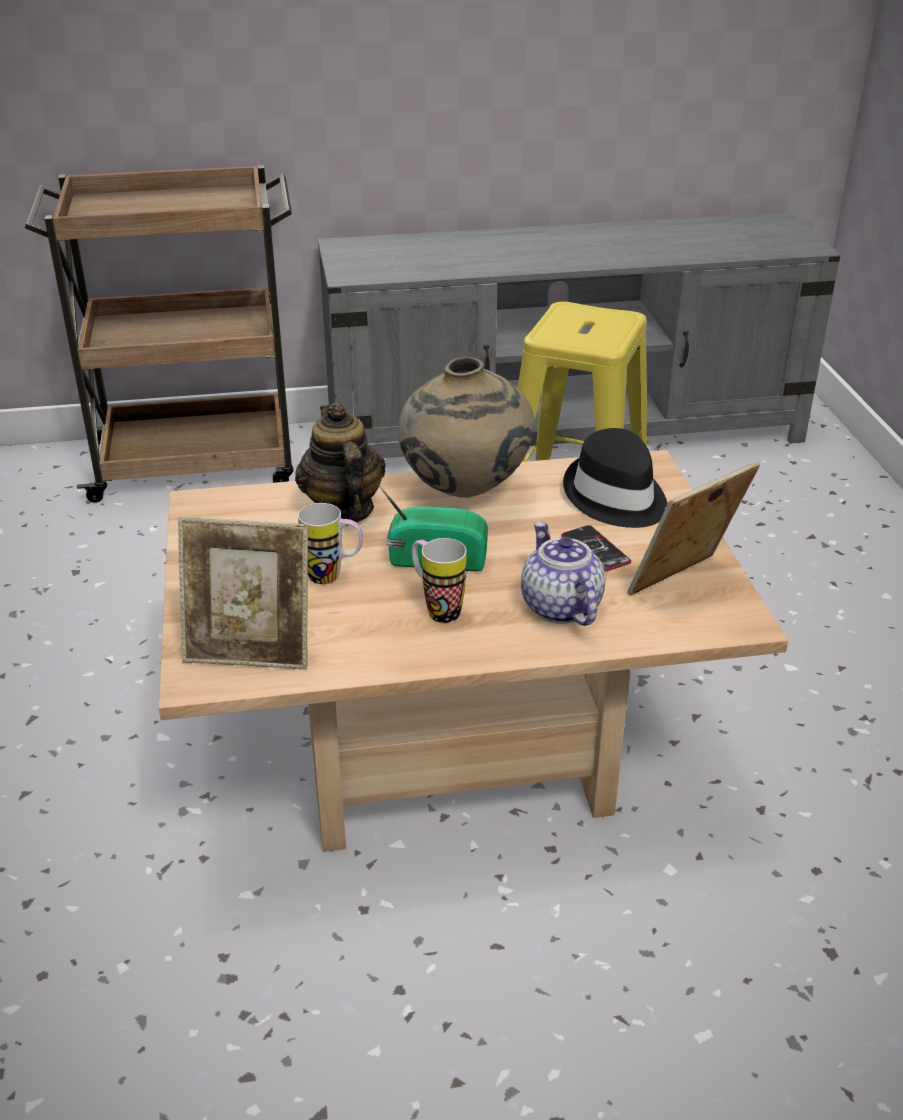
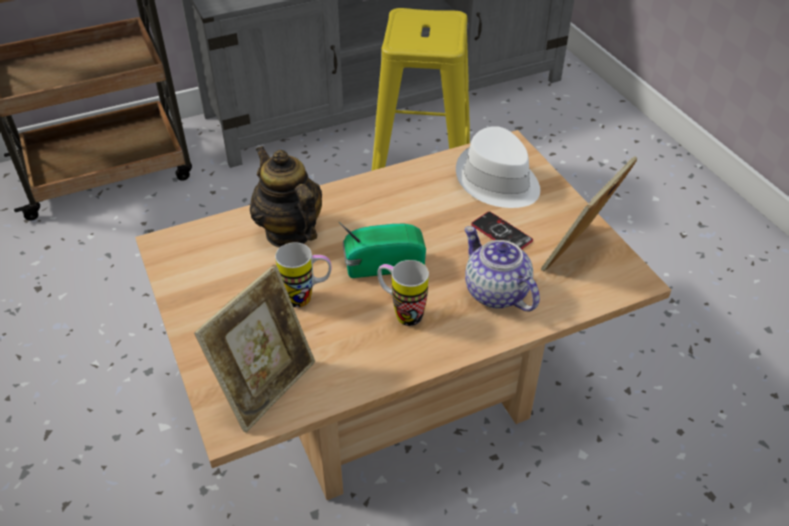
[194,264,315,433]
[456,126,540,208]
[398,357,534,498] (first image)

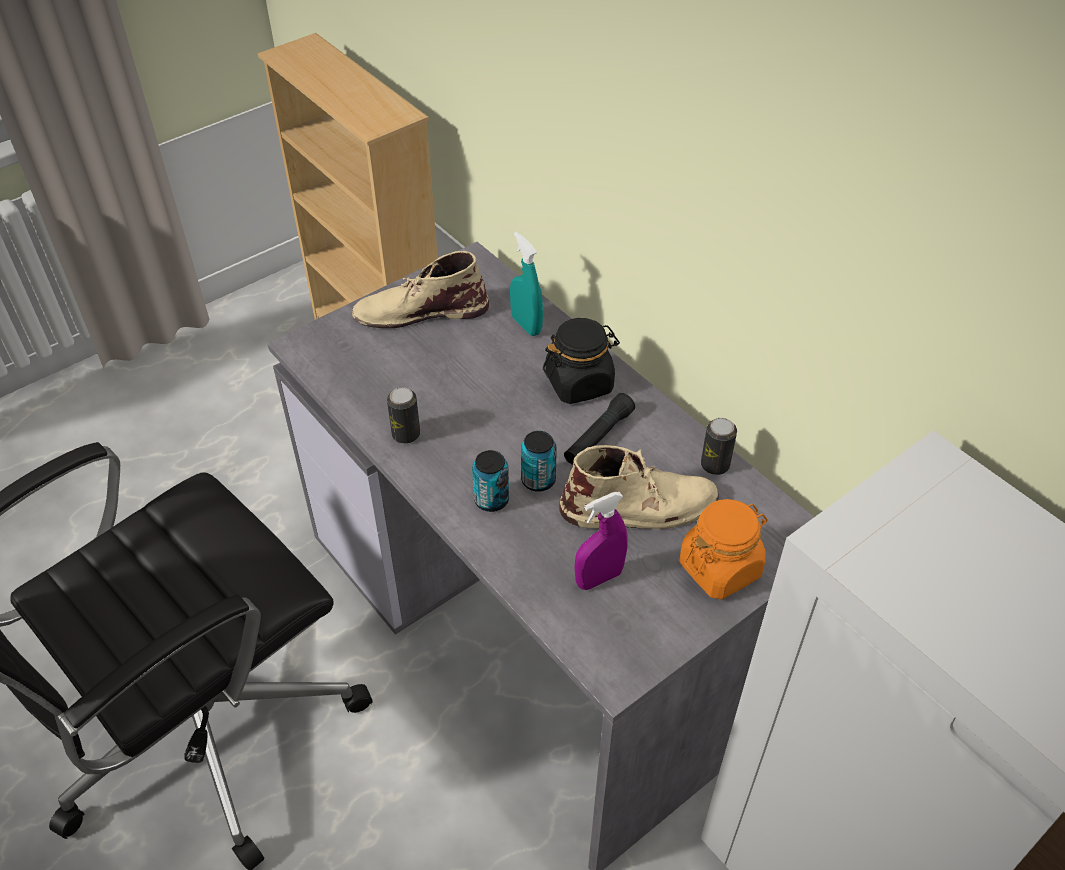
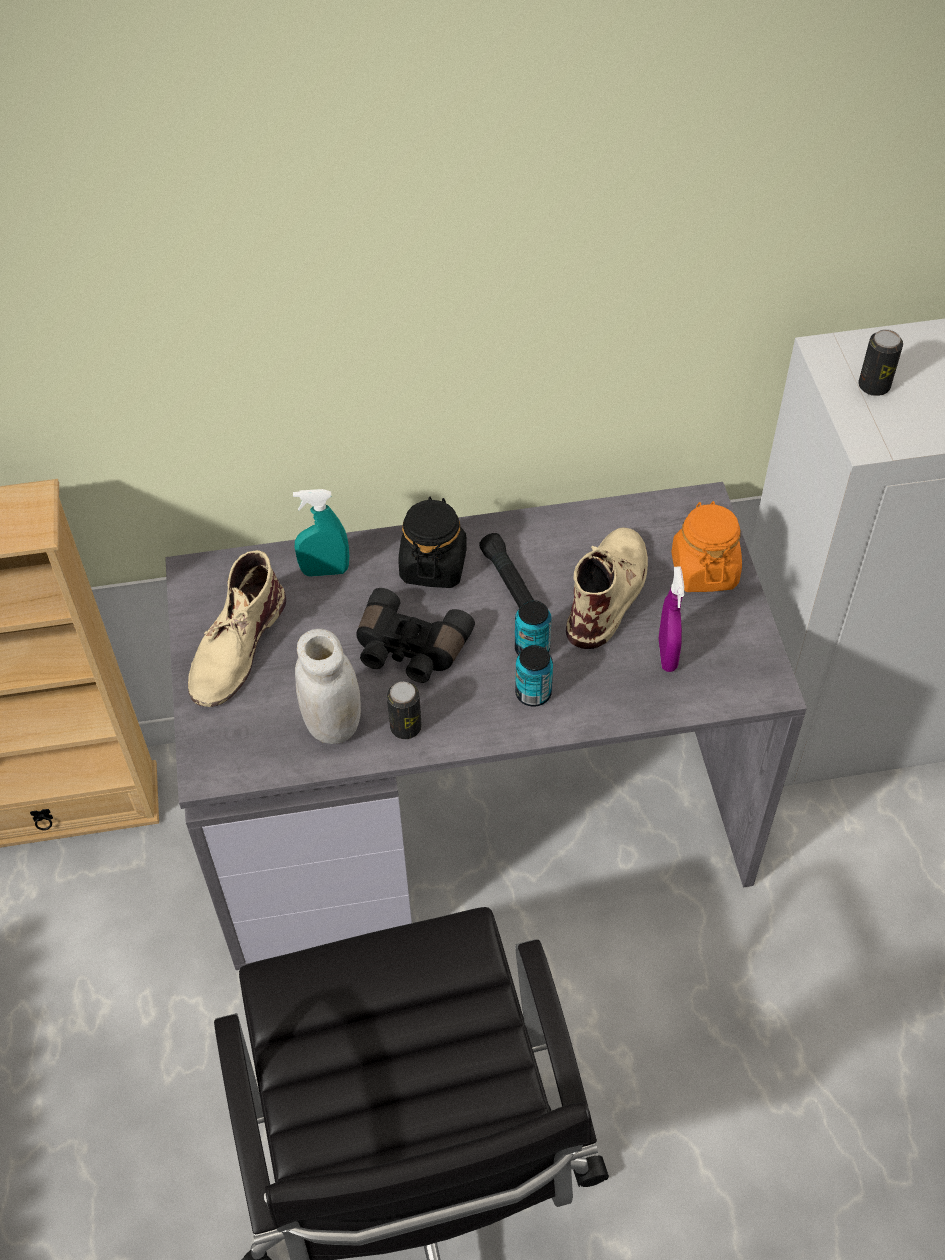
[295,629,361,744]
[356,588,475,683]
[858,329,903,396]

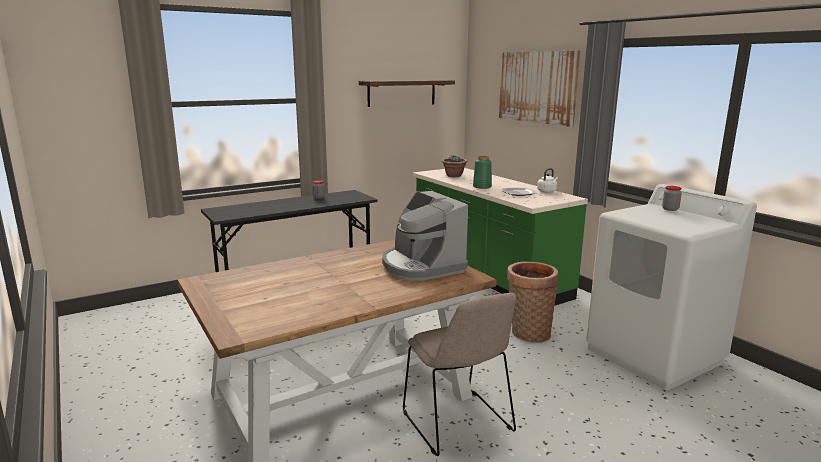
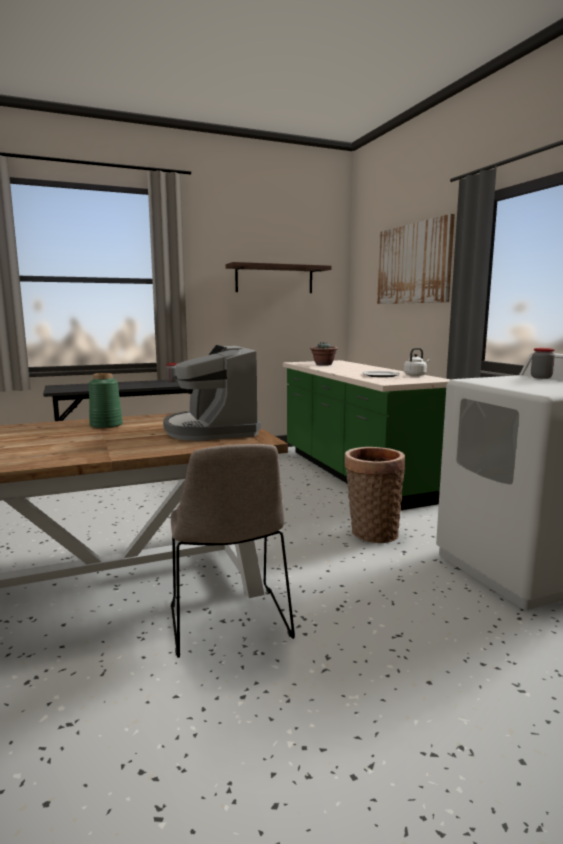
[89,373,123,429]

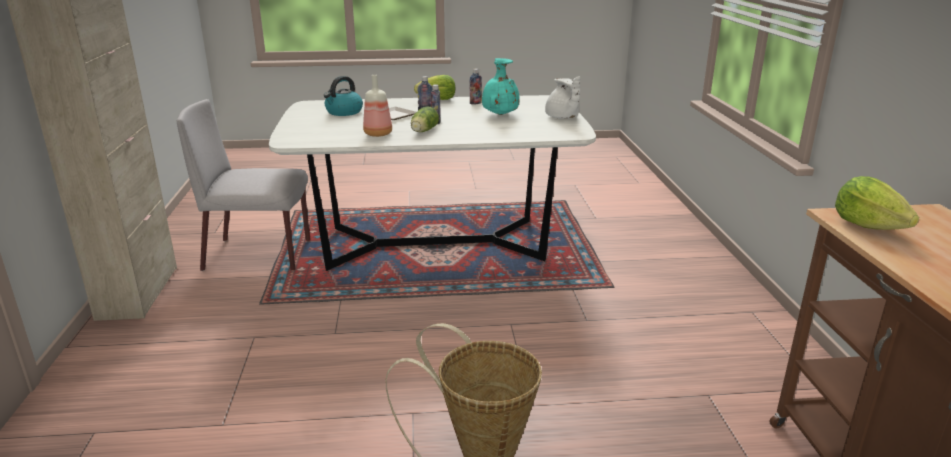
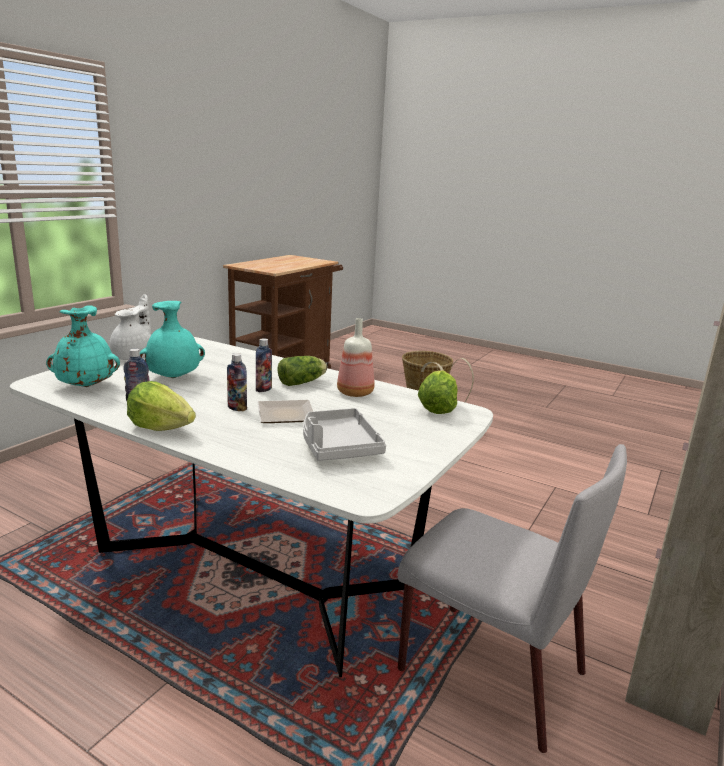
[46,306,120,387]
[303,408,386,461]
[418,370,457,414]

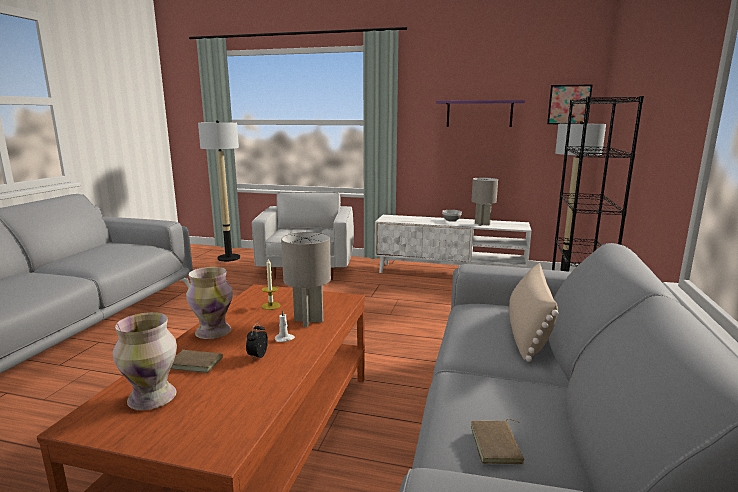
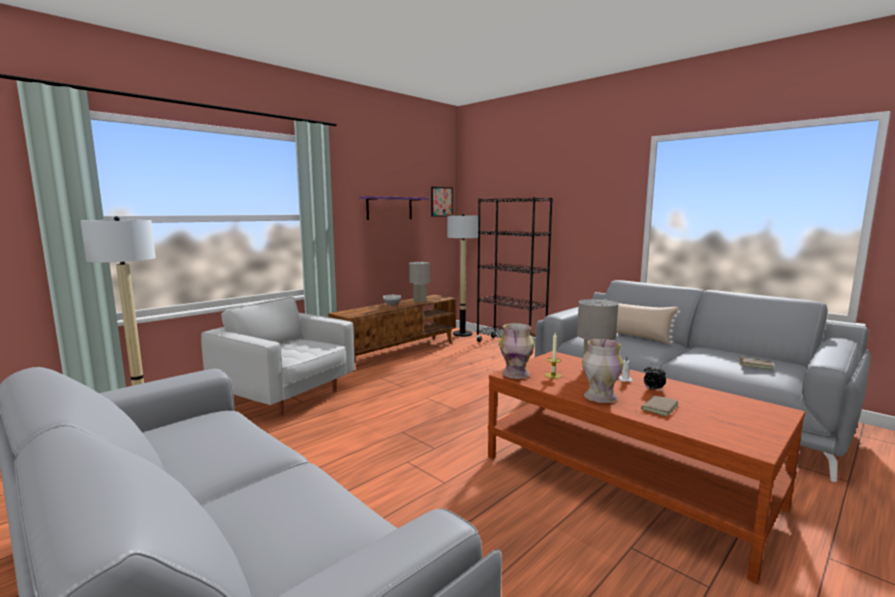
[328,295,456,372]
[499,323,534,379]

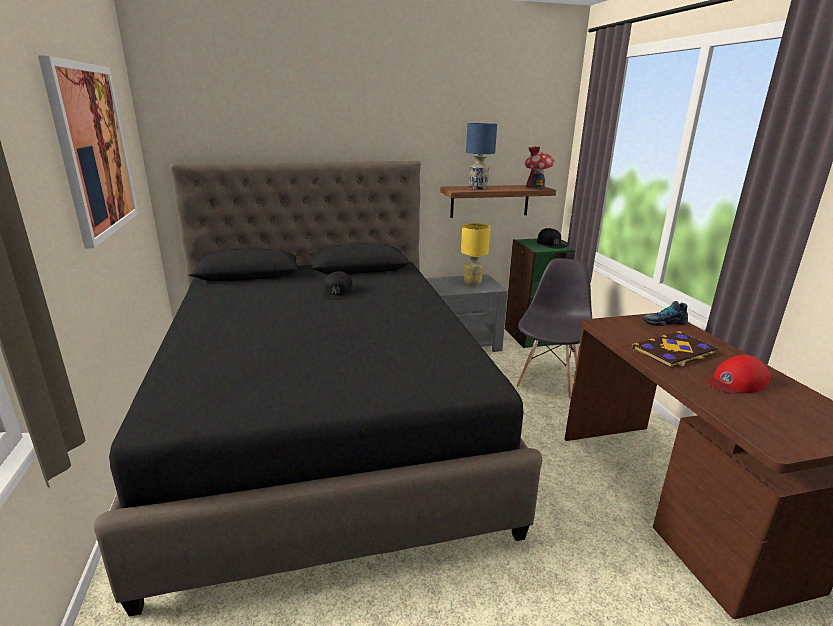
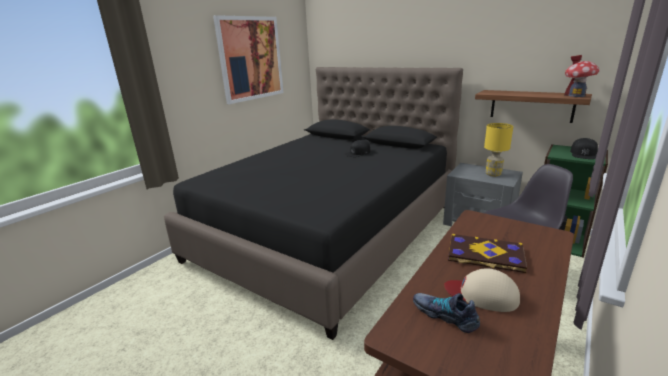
[413,293,480,333]
[444,268,520,312]
[466,123,497,190] (first image)

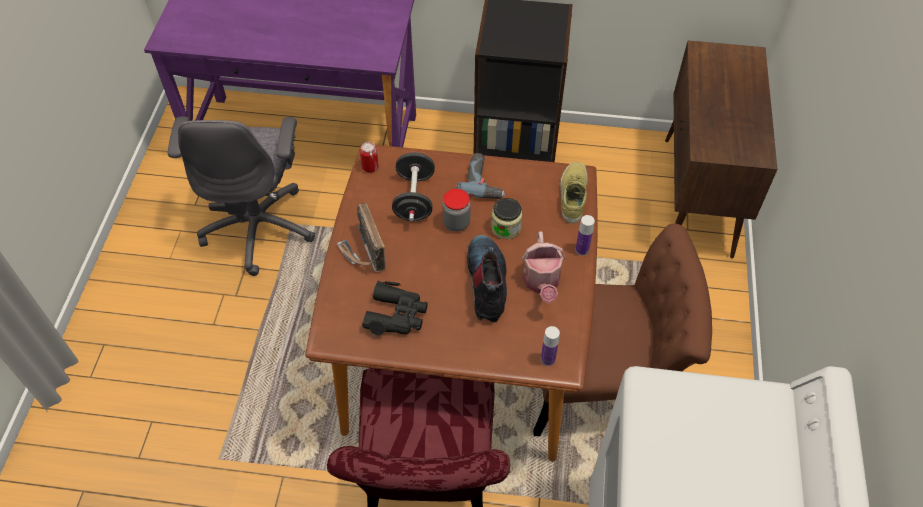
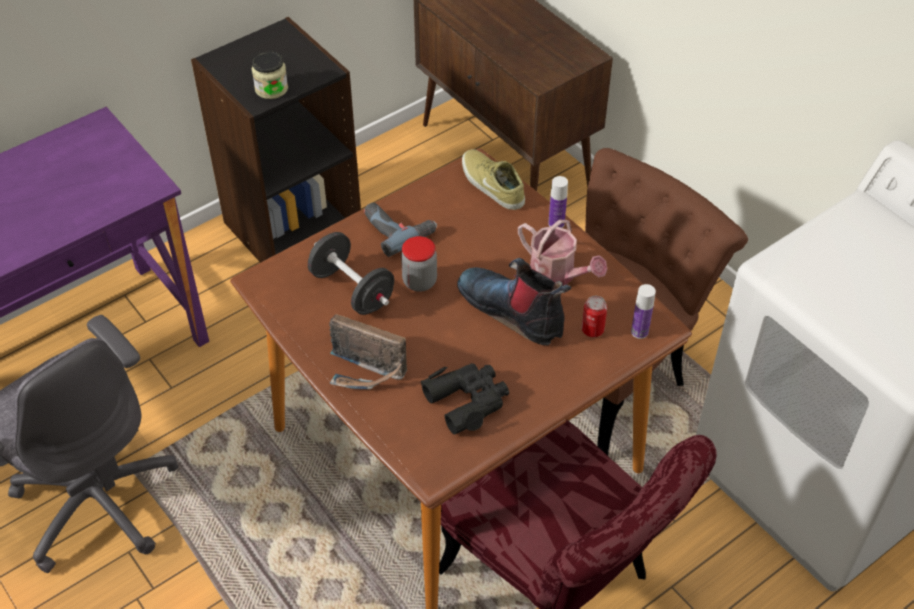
[252,52,288,99]
[581,296,607,337]

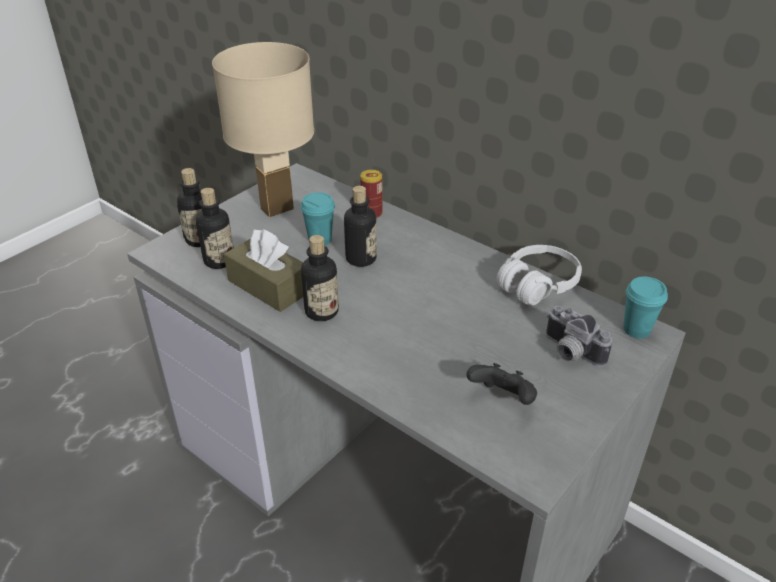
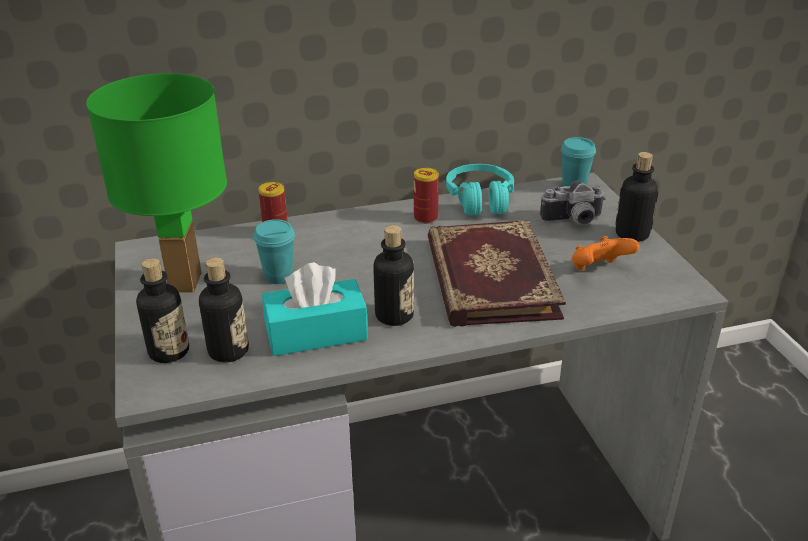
[86,73,227,293]
[262,262,368,356]
[414,168,439,224]
[428,220,566,327]
[446,164,514,216]
[572,236,639,270]
[615,152,658,242]

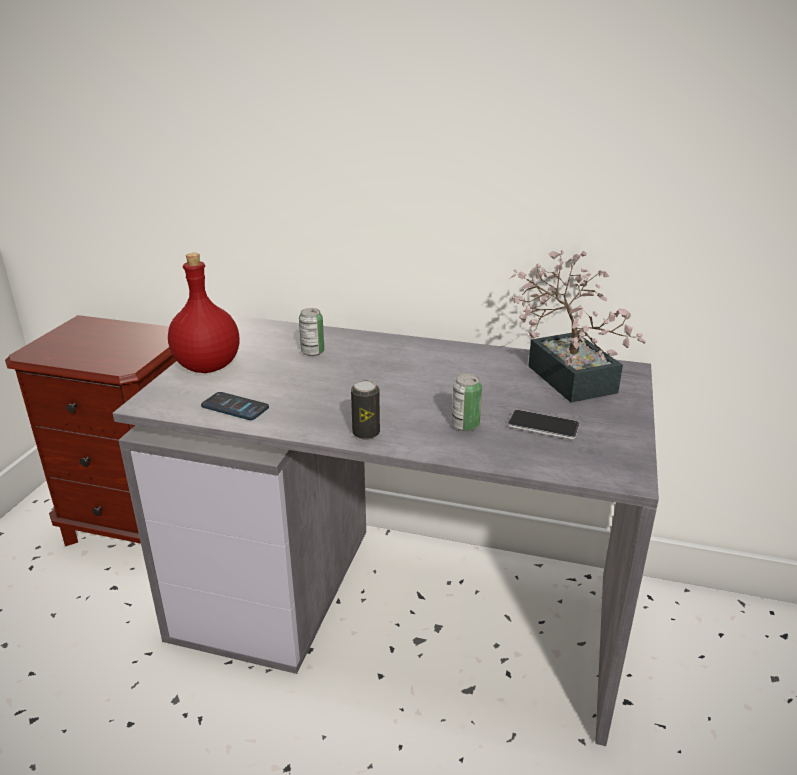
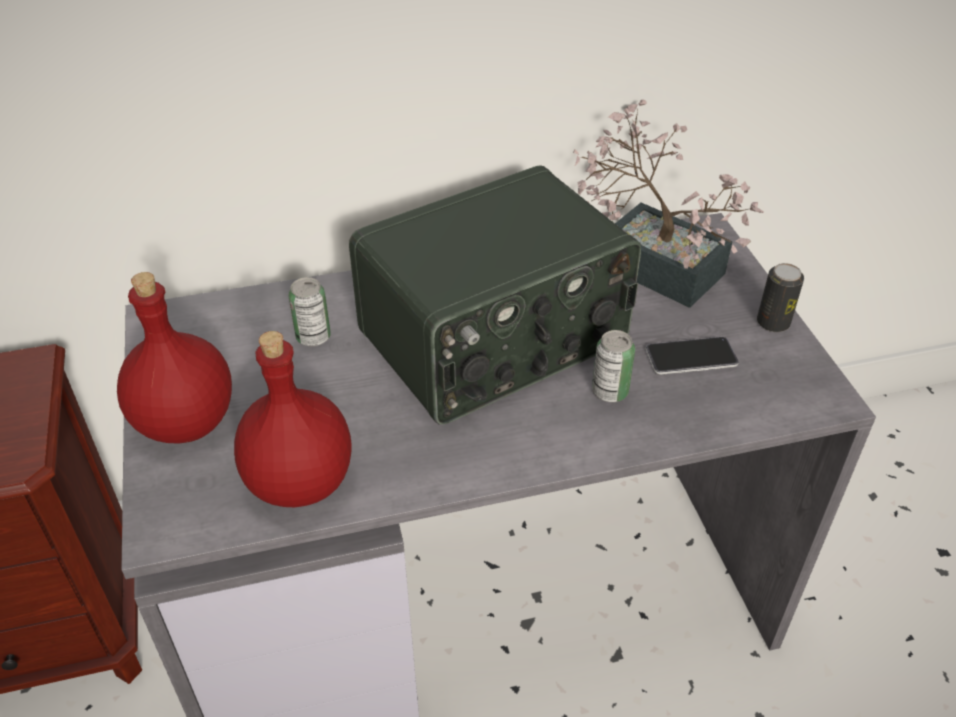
[234,331,352,507]
[349,165,641,424]
[757,263,804,332]

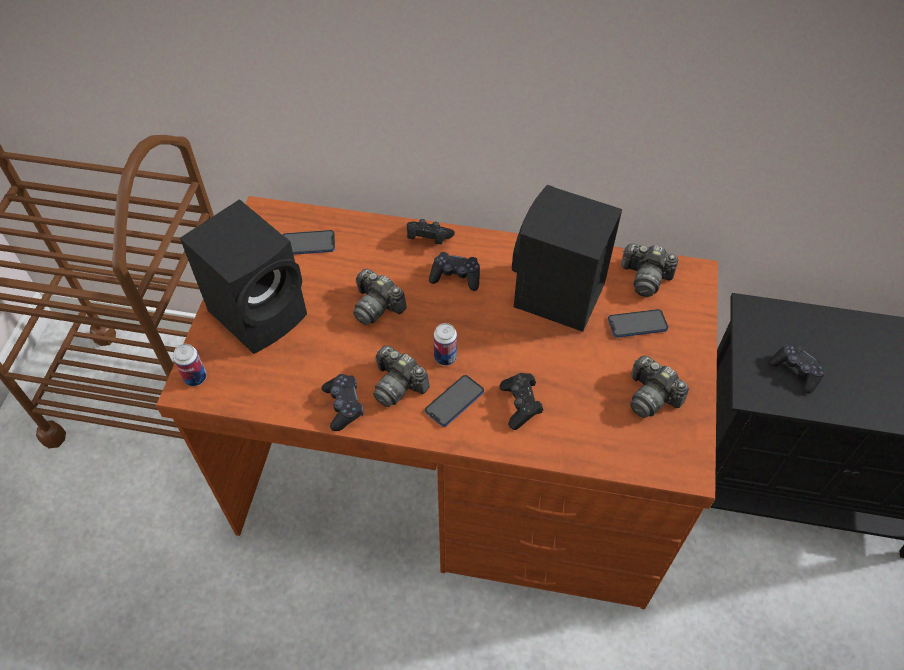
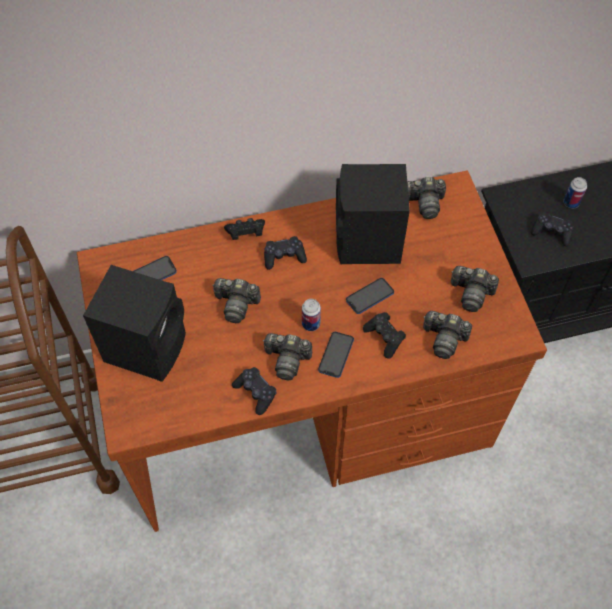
[346,278,394,314]
[423,311,472,359]
[563,177,587,209]

